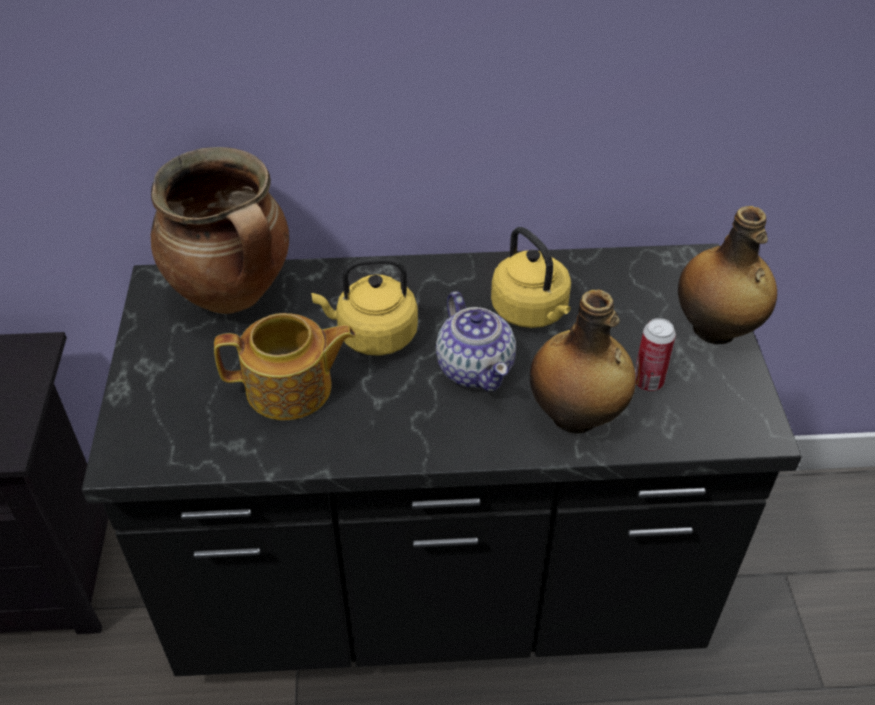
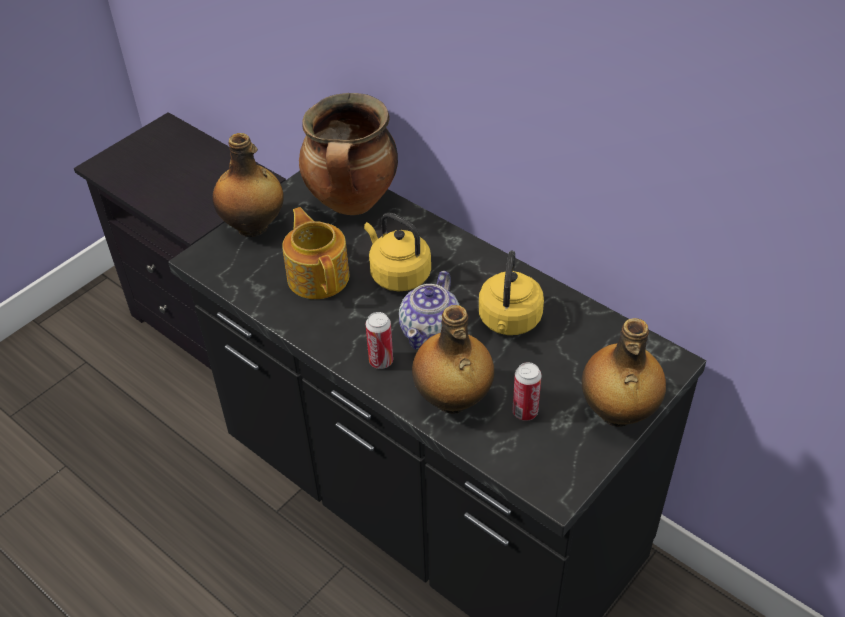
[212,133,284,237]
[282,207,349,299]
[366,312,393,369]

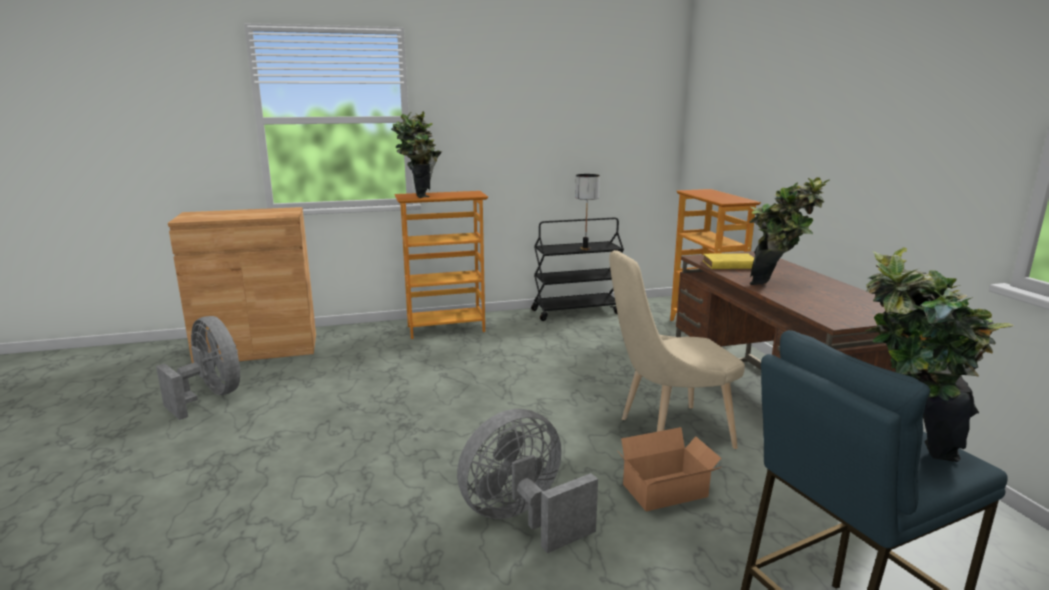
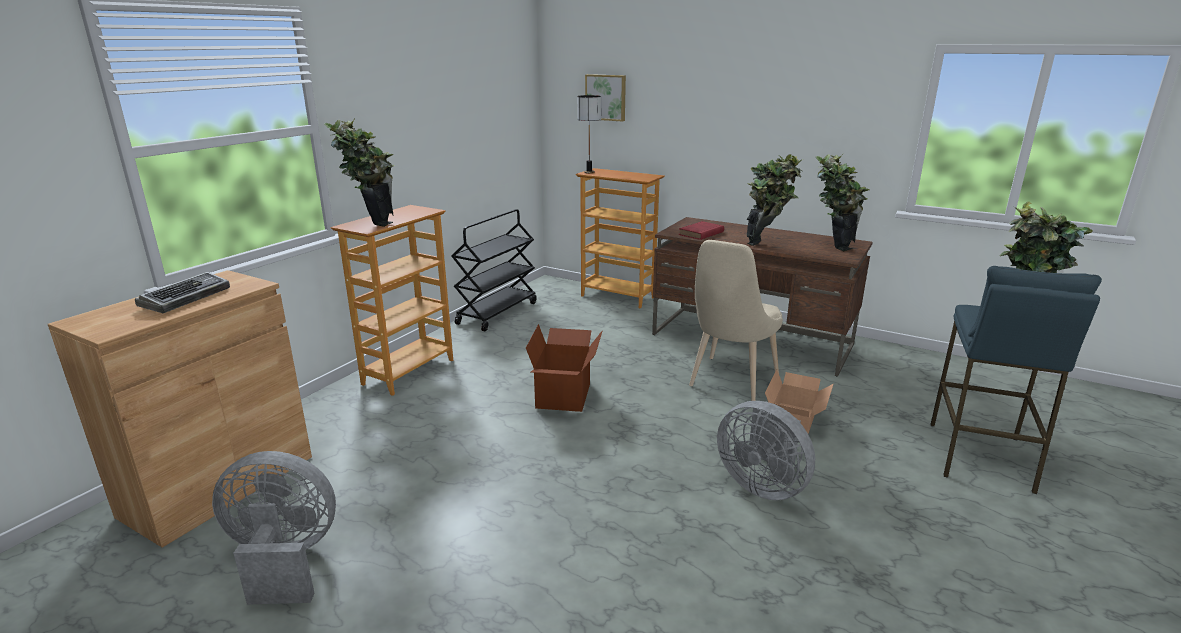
[135,272,230,313]
[526,324,603,412]
[577,95,601,173]
[585,74,626,122]
[679,221,724,240]
[717,401,815,500]
[816,154,869,251]

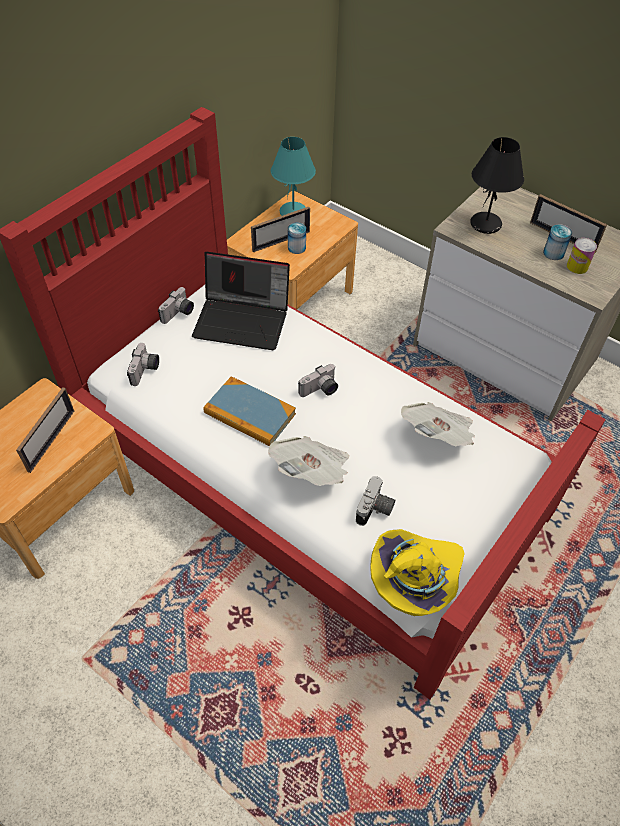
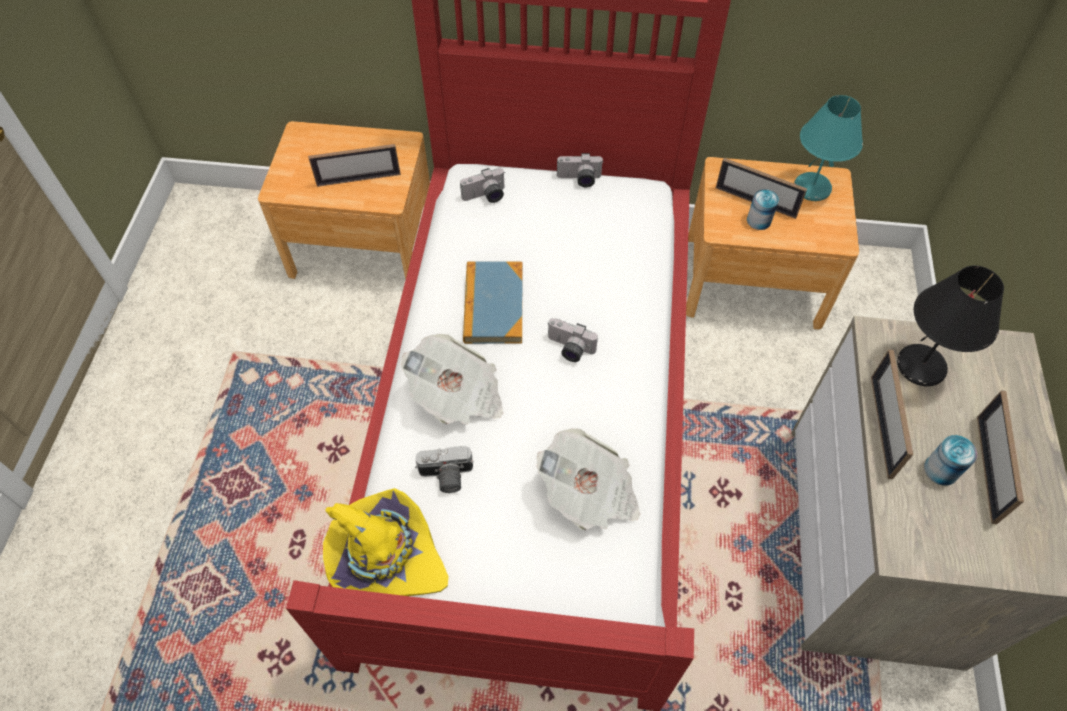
[871,349,913,479]
[192,252,290,350] (first image)
[567,238,597,274] (first image)

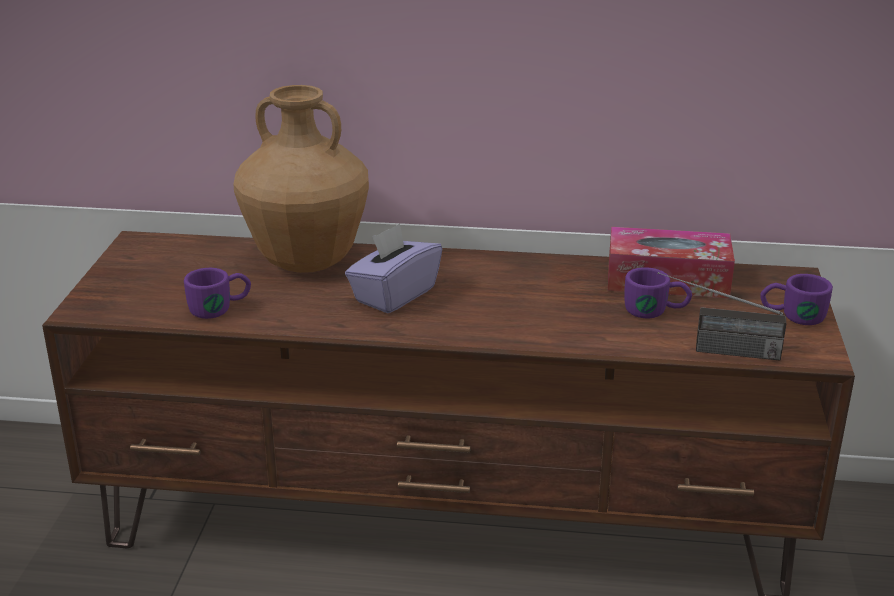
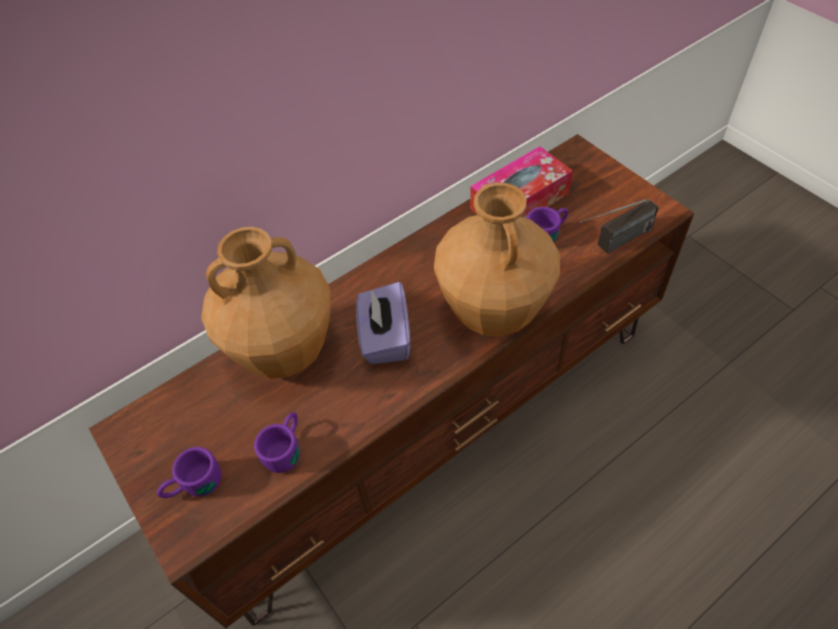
[157,447,221,498]
[434,183,560,337]

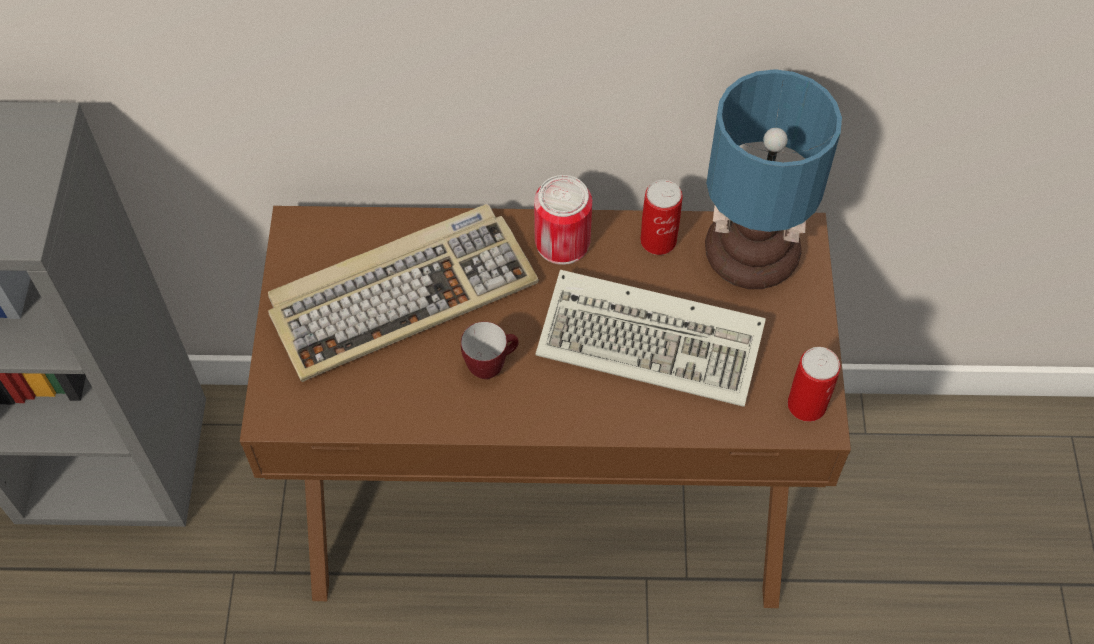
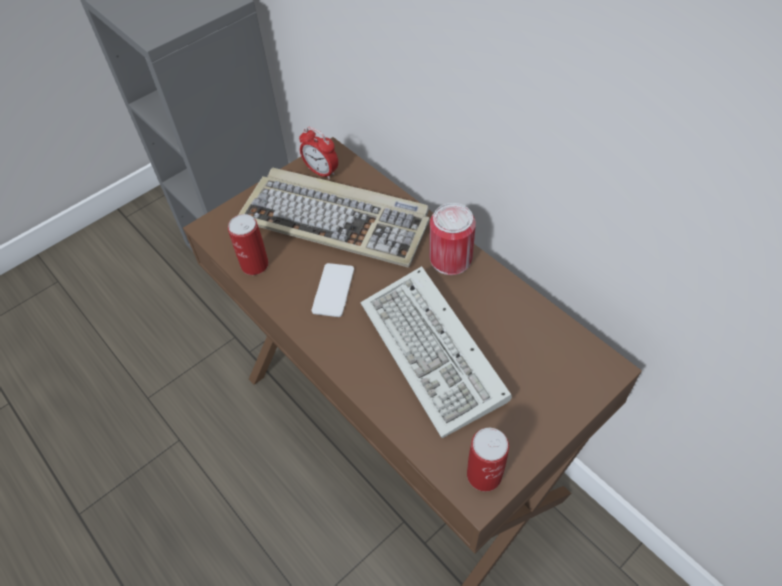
[228,214,269,275]
[299,127,338,179]
[312,263,354,317]
[705,69,842,289] (first image)

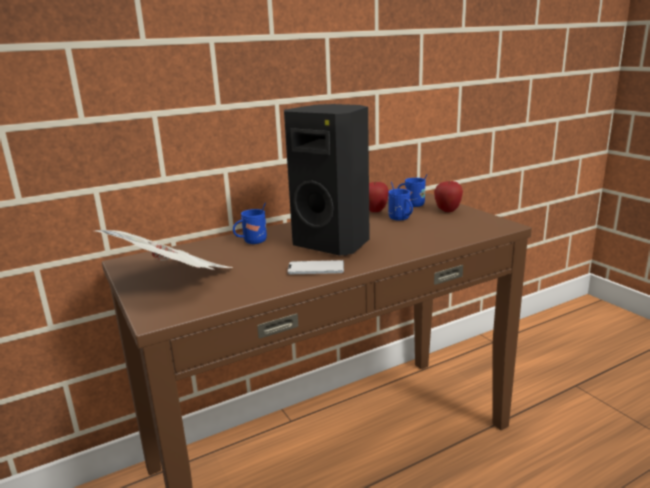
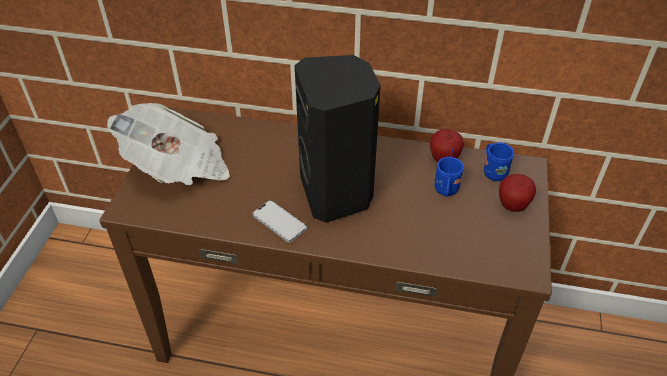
[233,202,267,244] (first image)

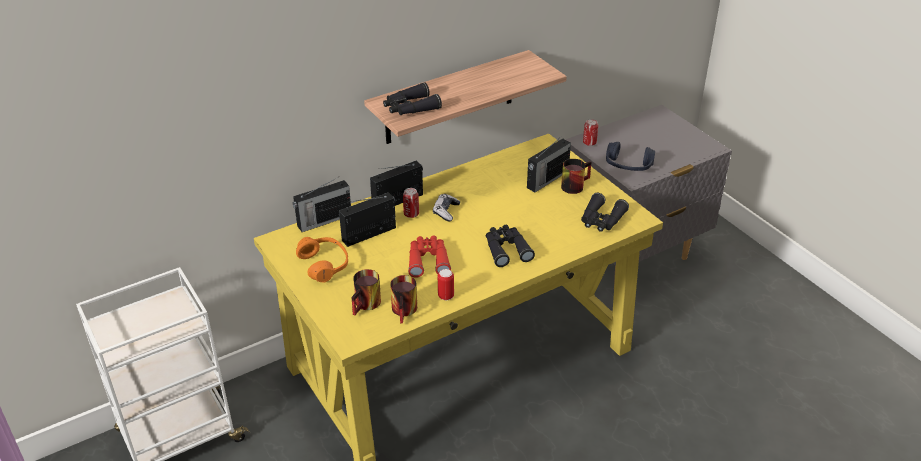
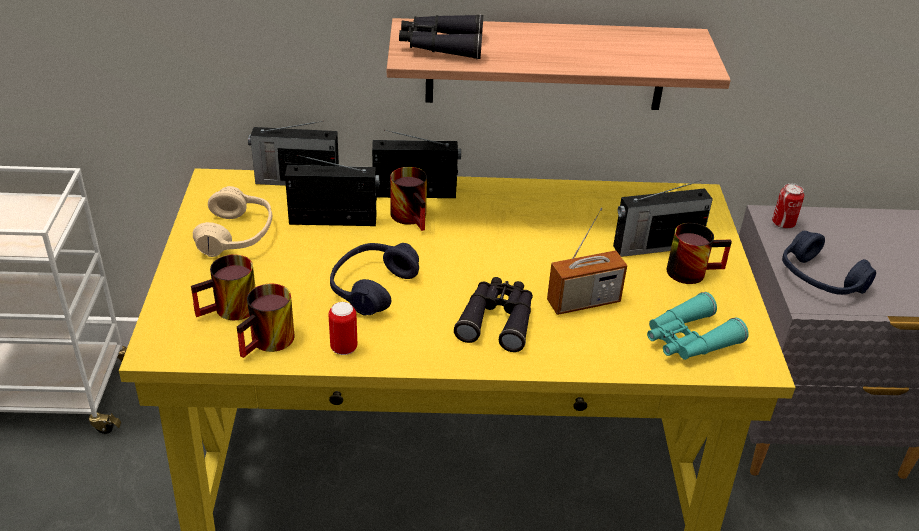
[193,186,272,257]
[330,243,419,316]
[390,167,427,231]
[547,207,627,315]
[647,292,749,360]
[433,194,460,221] (first image)

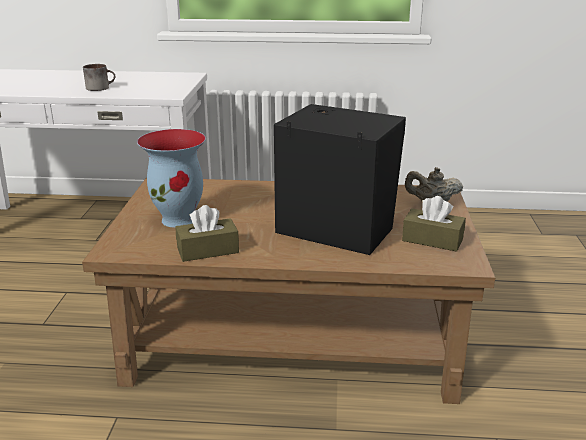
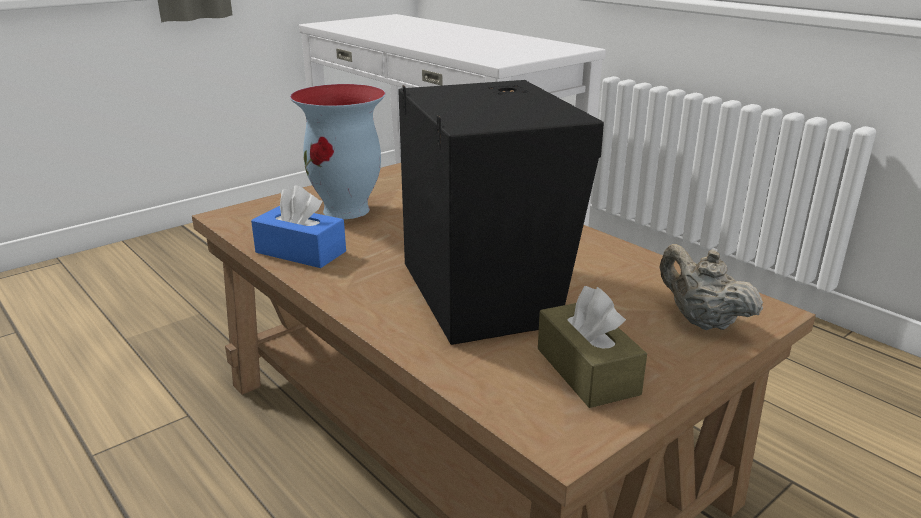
[251,185,346,268]
[83,64,115,91] (first image)

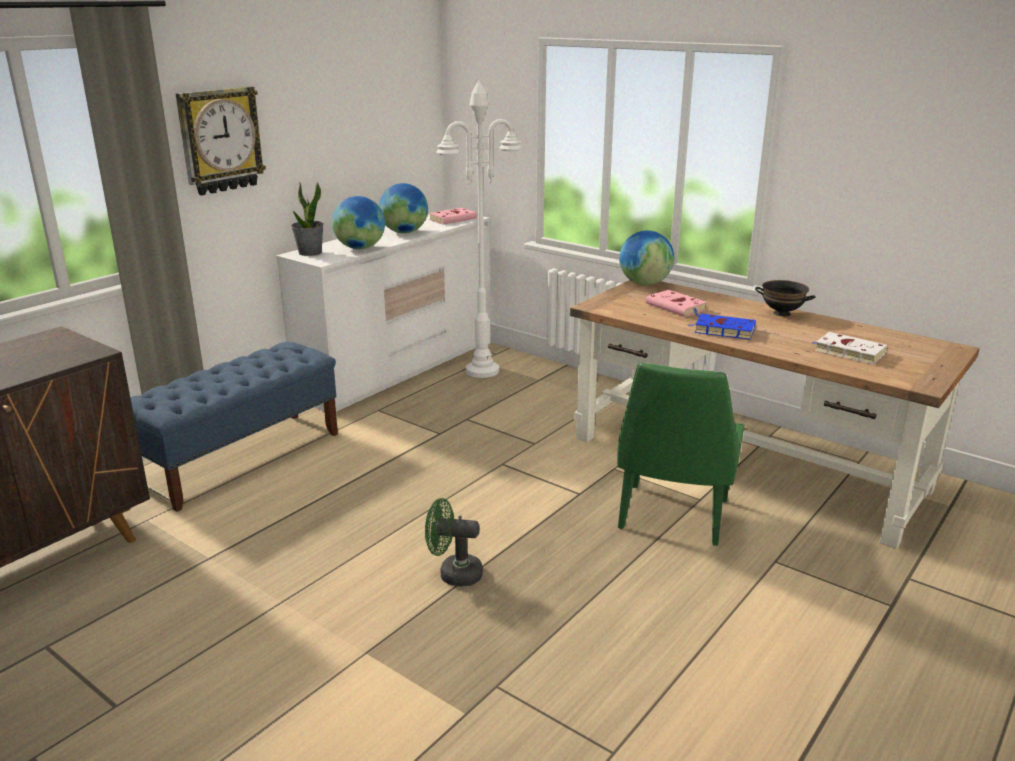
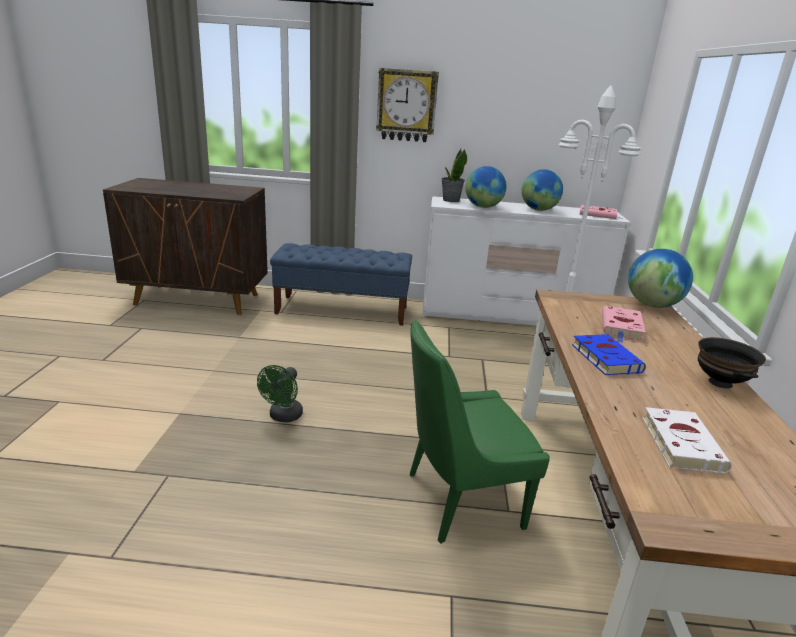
[257,365,303,423]

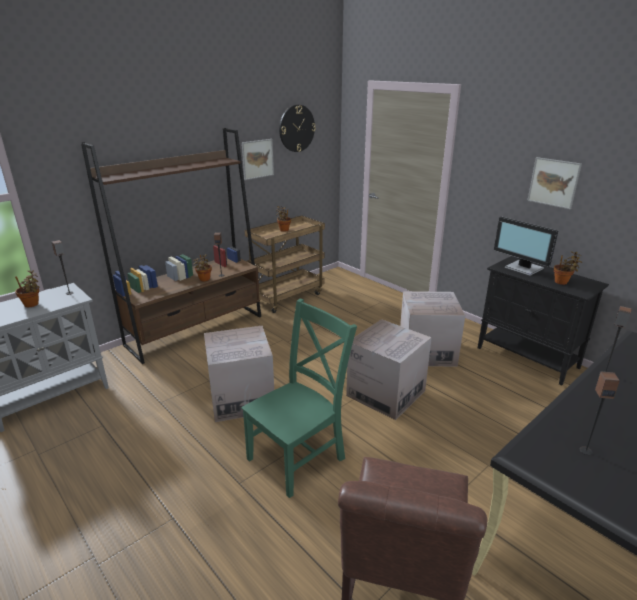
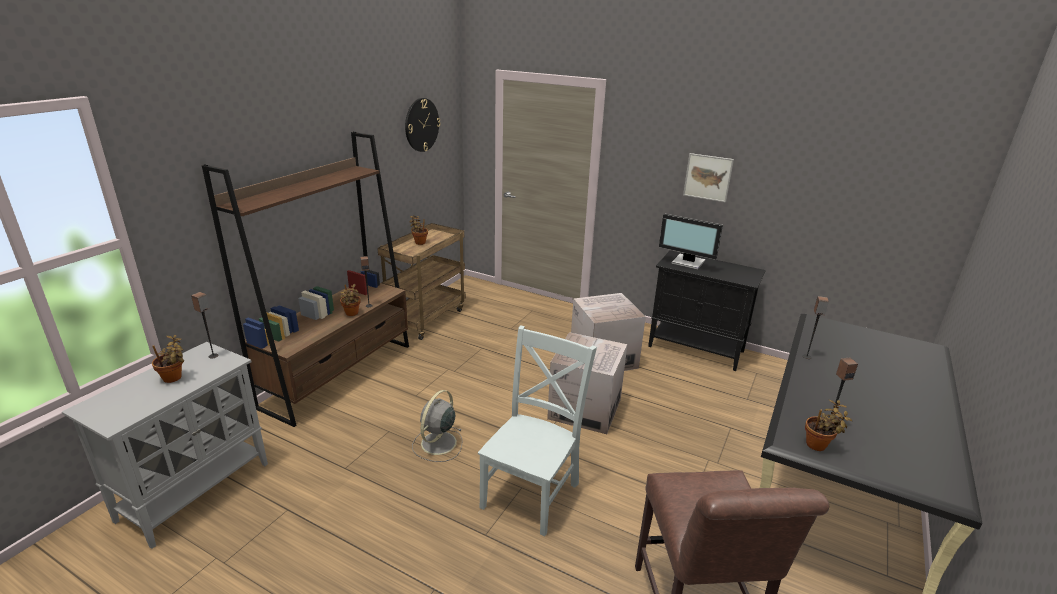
[412,390,462,462]
[478,325,597,536]
[805,400,852,451]
[242,139,274,180] (first image)

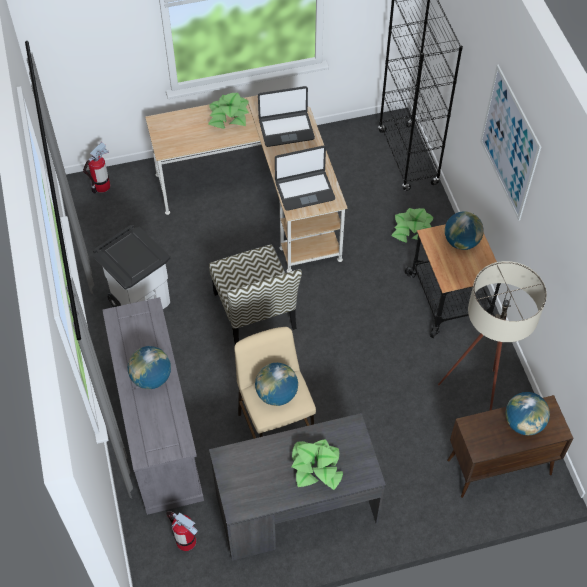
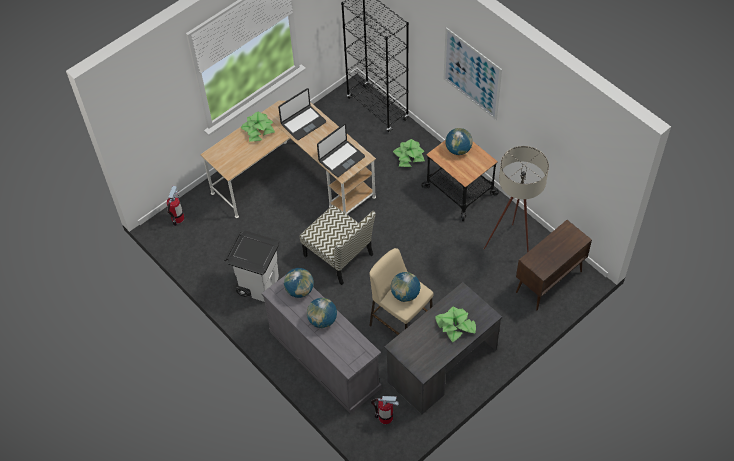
[284,268,314,298]

